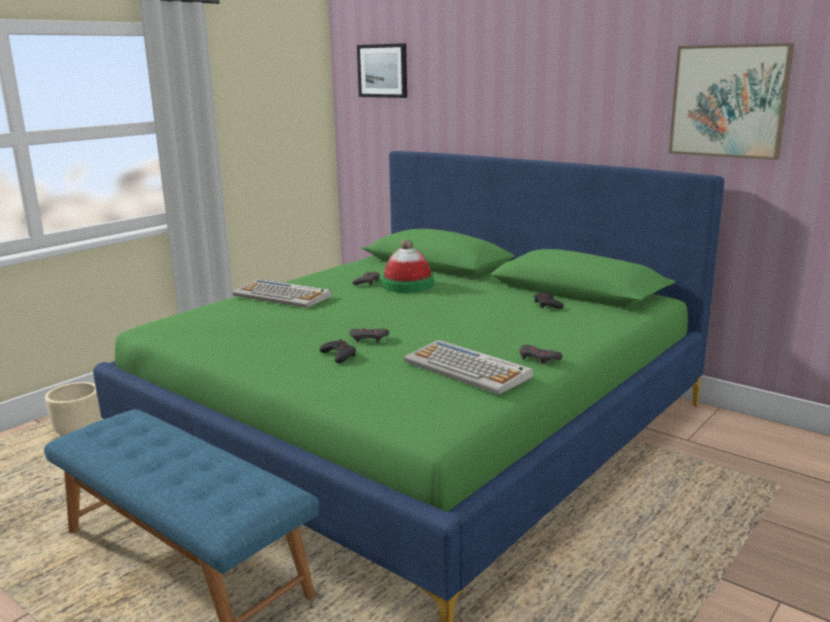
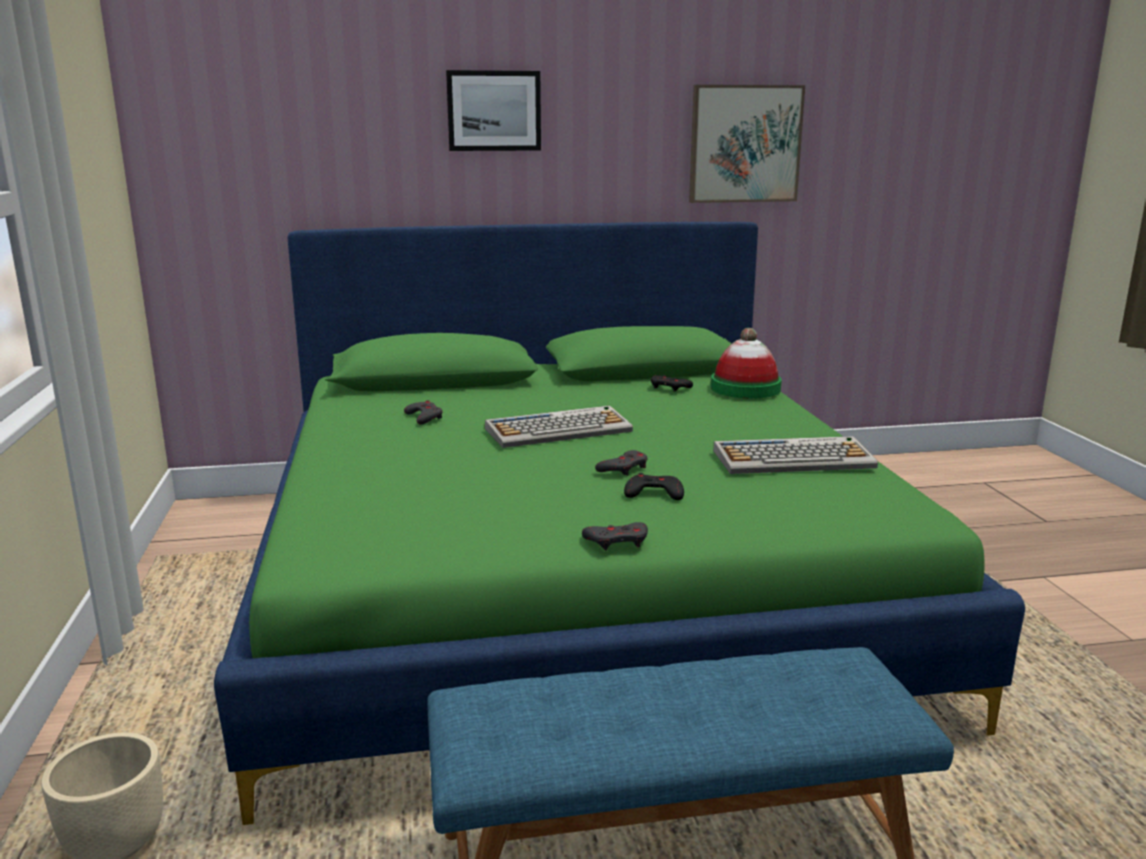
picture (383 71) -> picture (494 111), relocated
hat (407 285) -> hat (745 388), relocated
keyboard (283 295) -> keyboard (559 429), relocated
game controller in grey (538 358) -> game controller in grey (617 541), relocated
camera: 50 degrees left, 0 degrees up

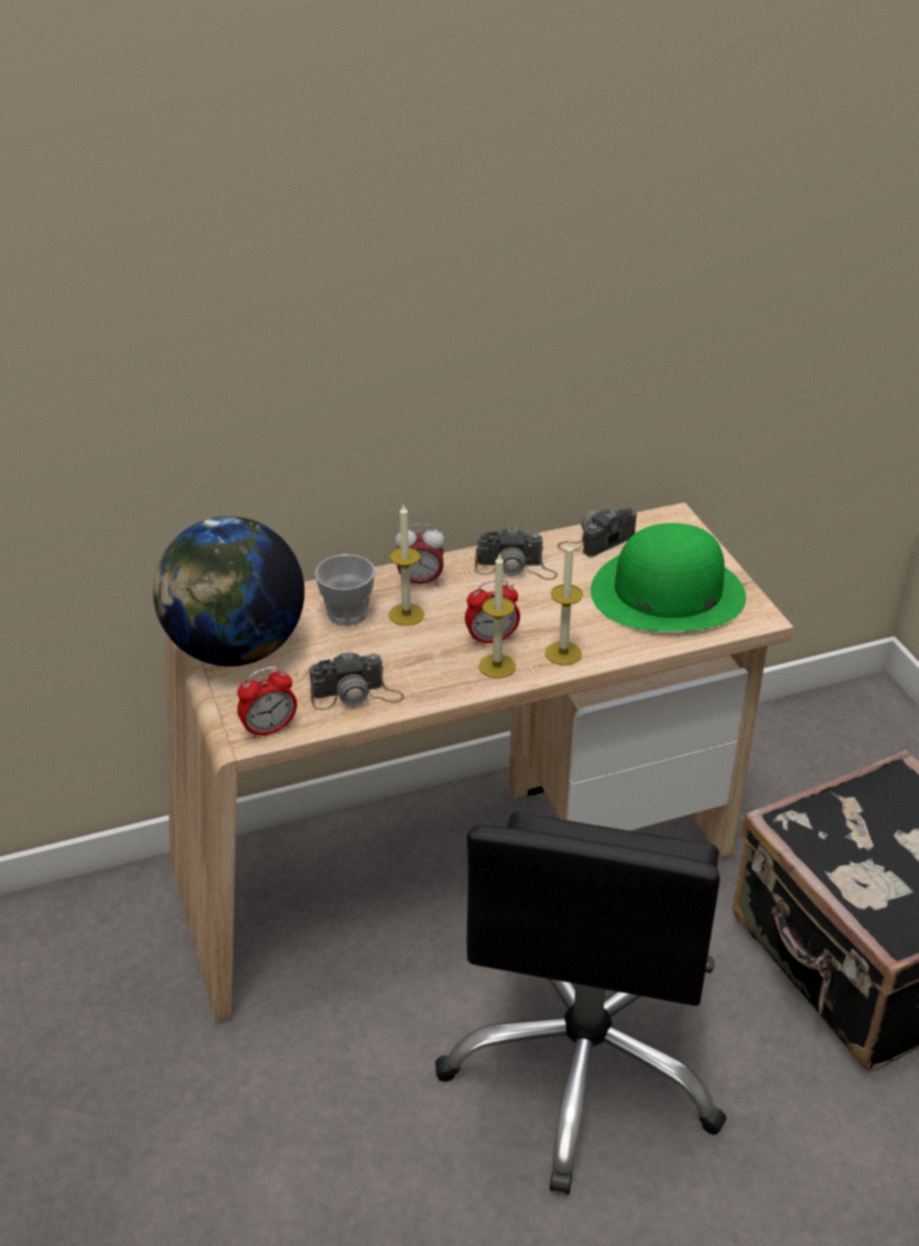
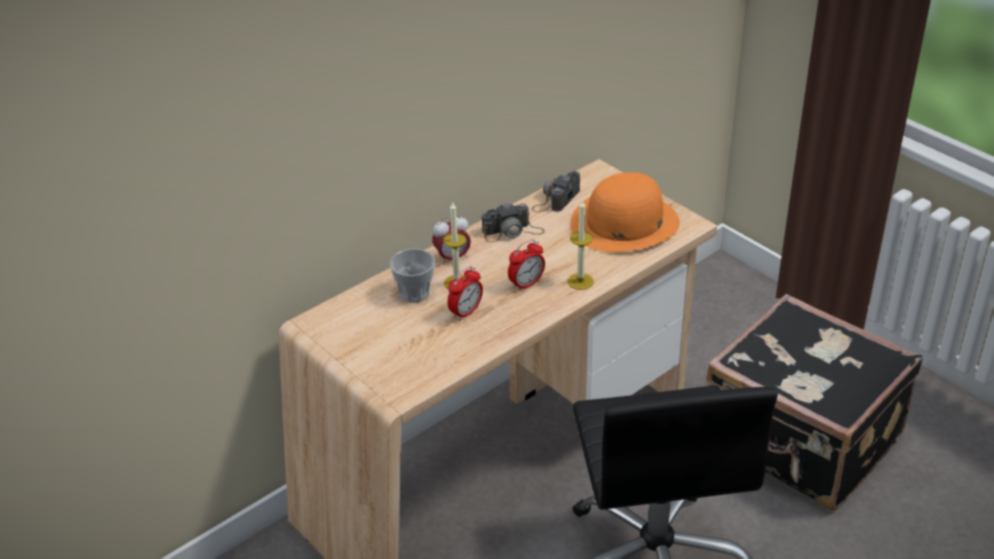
globe (236 650) -> none
hat in green (667 593) -> hat in orange (624 223)
candle (497 666) -> none
photo camera (356 695) -> none
alarm clock (269 729) -> alarm clock (466 312), relocated
camera: 20 degrees left, 0 degrees up

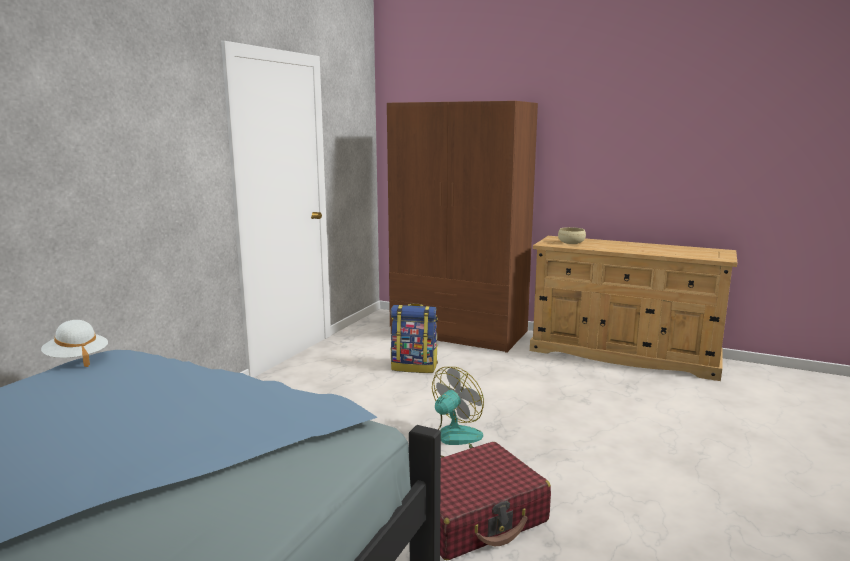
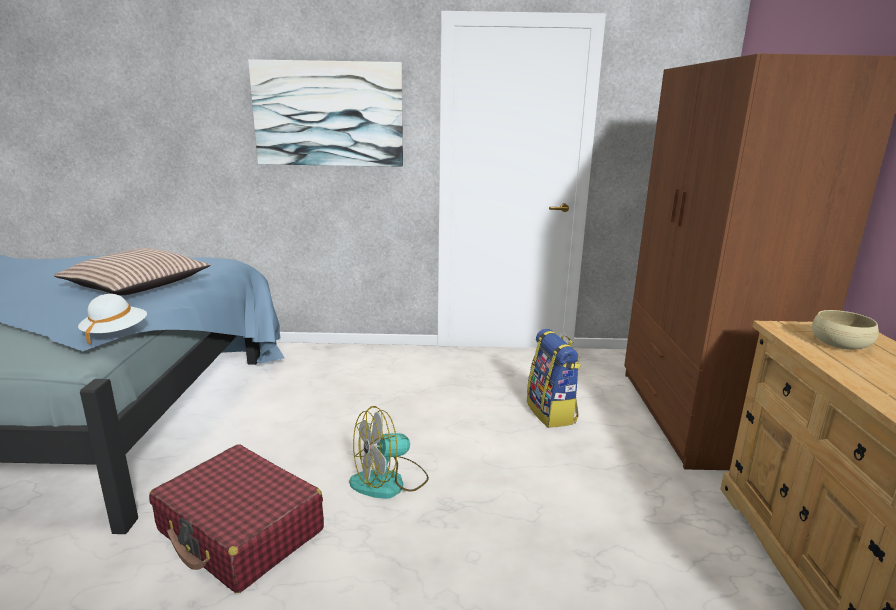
hat in white (77 359) -> hat in white (116 333), relocated
fan (452 441) -> fan (389 481), 135 degrees clockwise
none -> picture (328 114)
none -> pillow (137 285)
camera: 65 degrees right, 5 degrees up

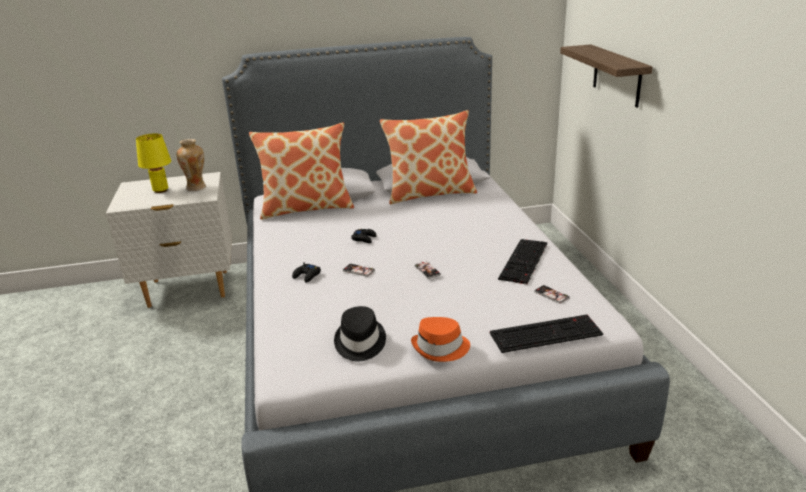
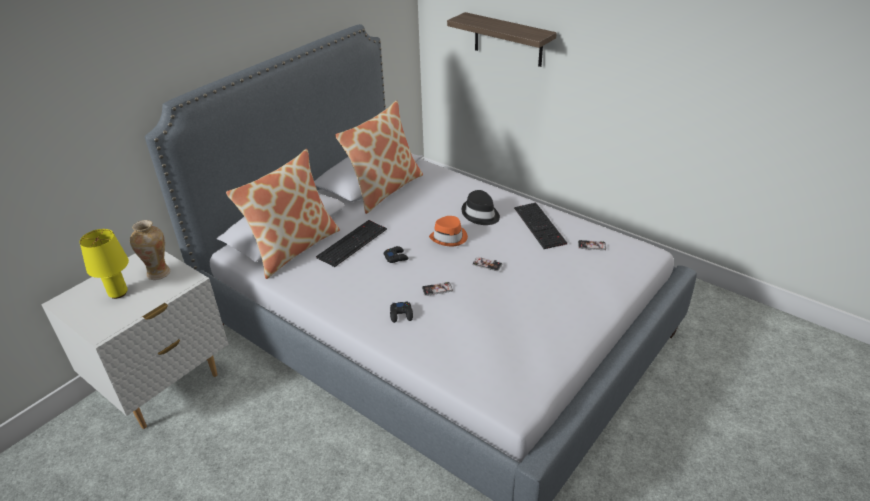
hat in black (359 342) -> hat in black (480 214), relocated
keyboard (546 333) -> keyboard (352 242), relocated
hat in orange (441 348) -> hat in orange (449 237), relocated
camera: 40 degrees left, 10 degrees up

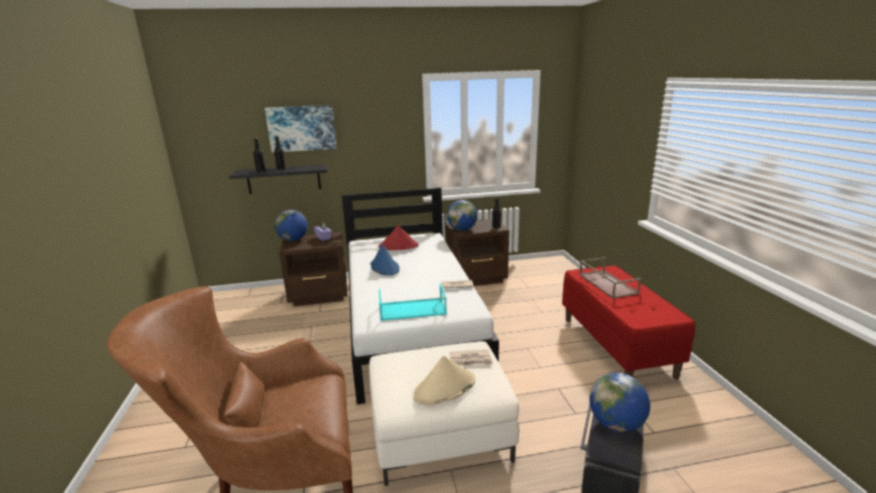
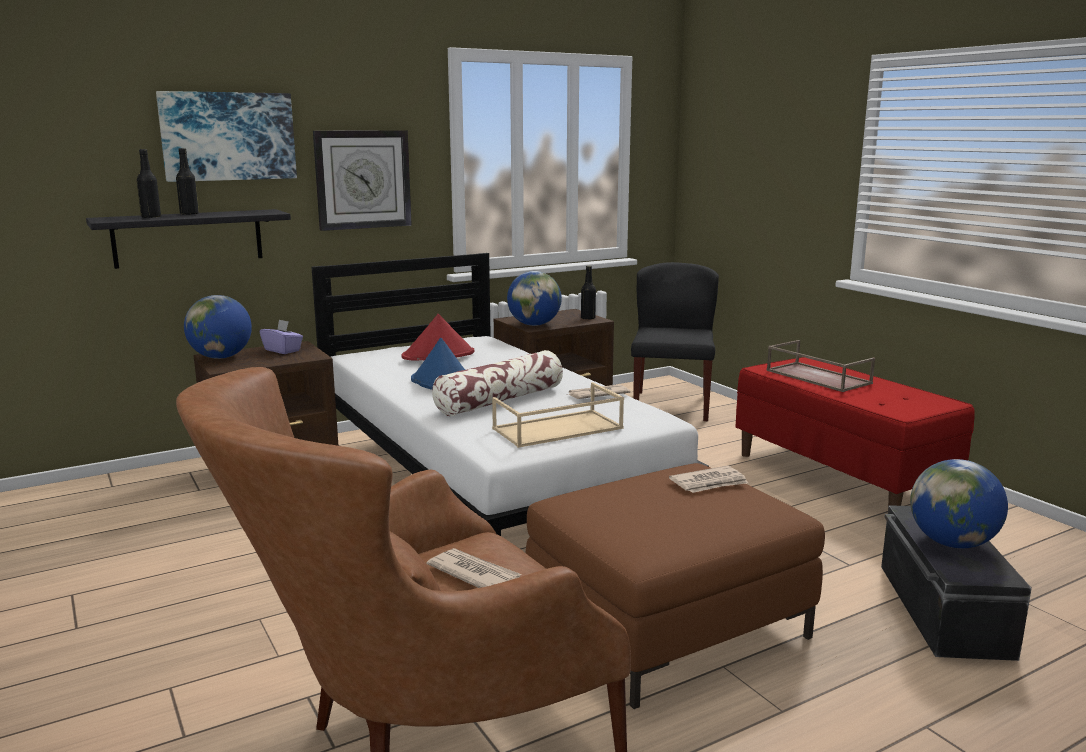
tray in turquoise (411 310) -> tray in beige (557 429)
ottoman in white (440 433) -> ottoman in brown (668 624)
hat in beige (444 388) -> none
none -> wall clock (363 179)
none -> chair in black (671 405)
none -> pillow (500 400)
none -> newspaper (474 574)
camera: 20 degrees left, 5 degrees down

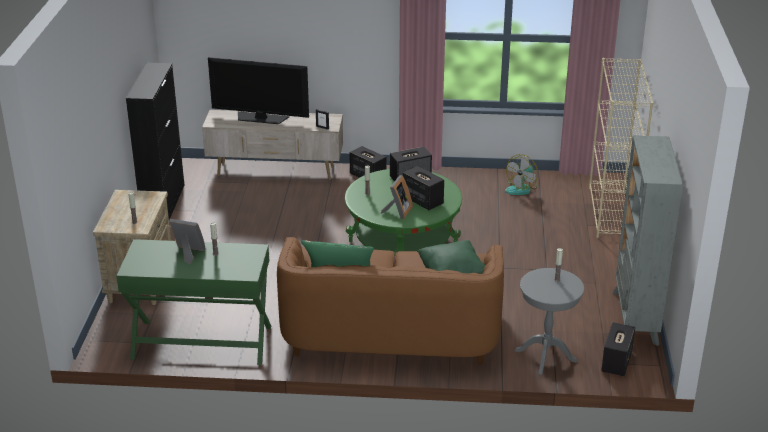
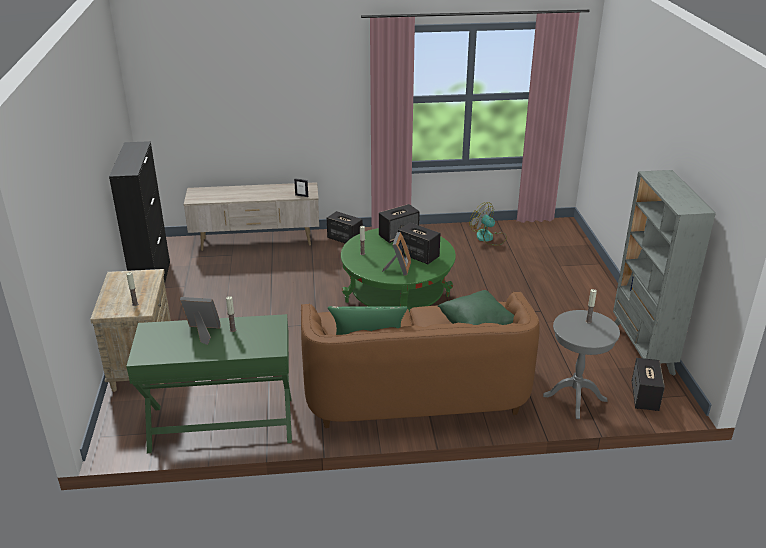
television (261 118) -> none
bookcase in beige (611 213) -> none
fan (521 188) -> fan (488 238), 105 degrees clockwise
camera: 10 degrees left, 0 degrees up

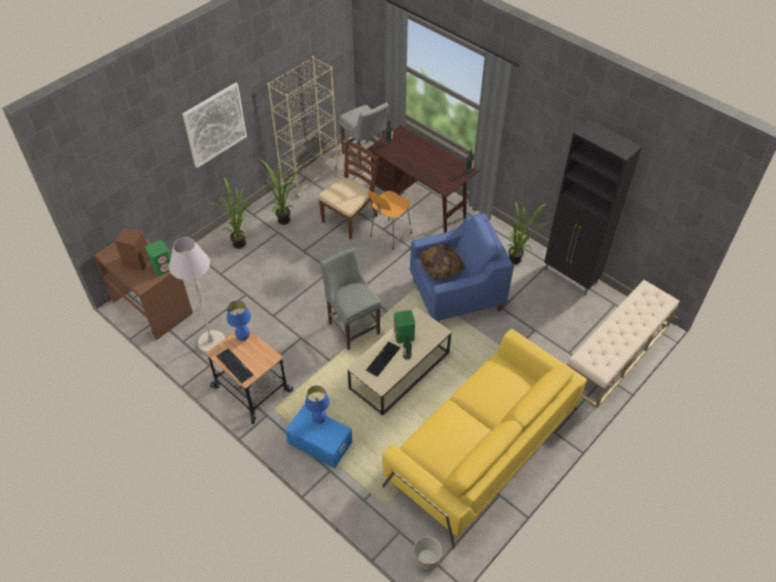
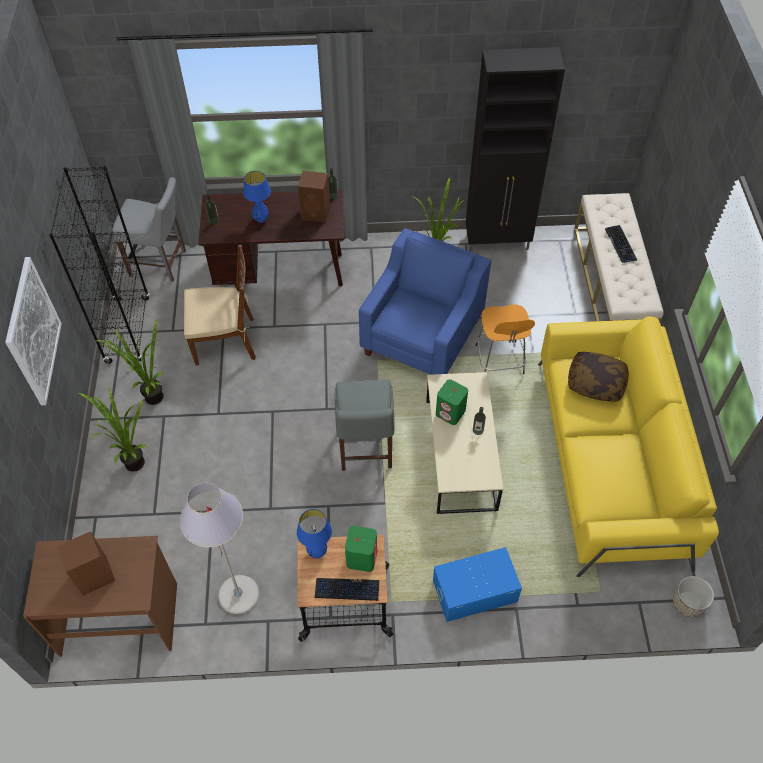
bookcase in beige (310 179) -> bookcase in black (128 330)
chair in brown (350 218) -> chair in brown (225 341), 90 degrees clockwise
stool in orange (390 236) -> stool in orange (500 361), relocated
speaker in green (163 267) -> speaker in green (362 557), relocated
pillow (441 267) -> pillow (596 382), relocated
chair in grey (352 326) -> chair in grey (365 450), 105 degrees counterclockwise
keyboard (383 359) -> keyboard (620 244), relocated
table lamp in blue (319 420) -> table lamp in blue (261 220), relocated
none -> speaker in brown (316 213)
camera: 45 degrees left, 5 degrees up

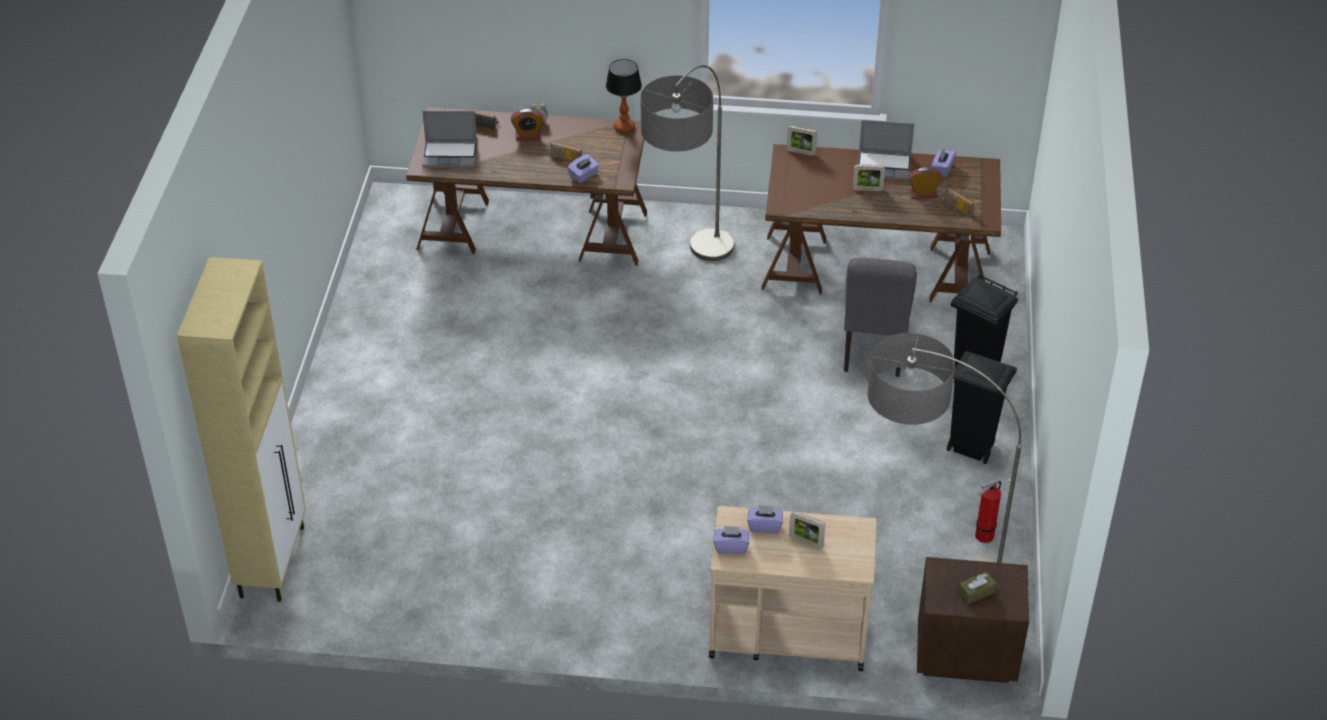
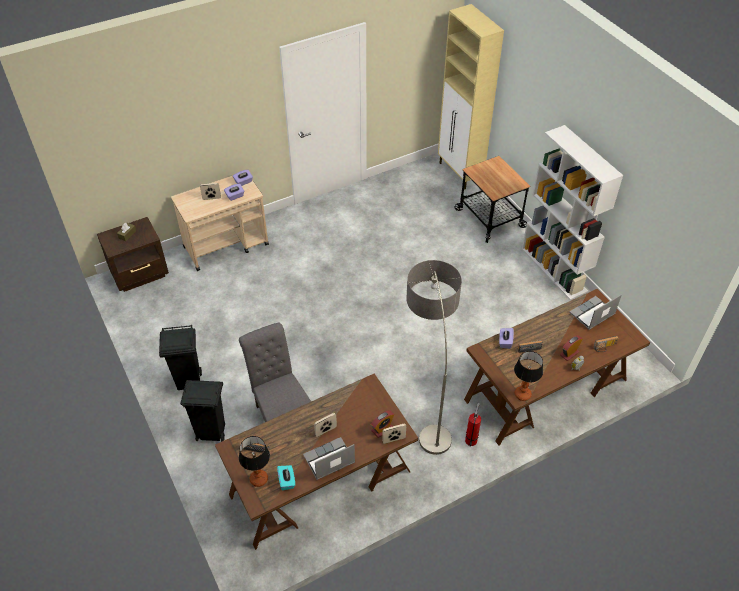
tissue box in purple (942 169) -> tissue box in turquoise (287 481)
alarm clock (923 194) -> alarm clock (382 429), relocated
floor lamp (920 568) -> none
fire extinguisher (982 537) -> fire extinguisher (471 439), relocated
none -> bookcase in white (554 270)
none -> cart (490 218)
none -> table lamp (259 479)
camera: 145 degrees right, 5 degrees up

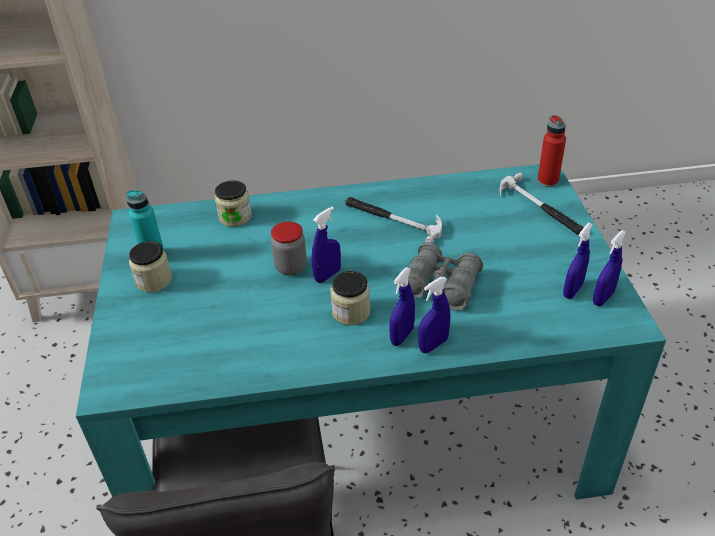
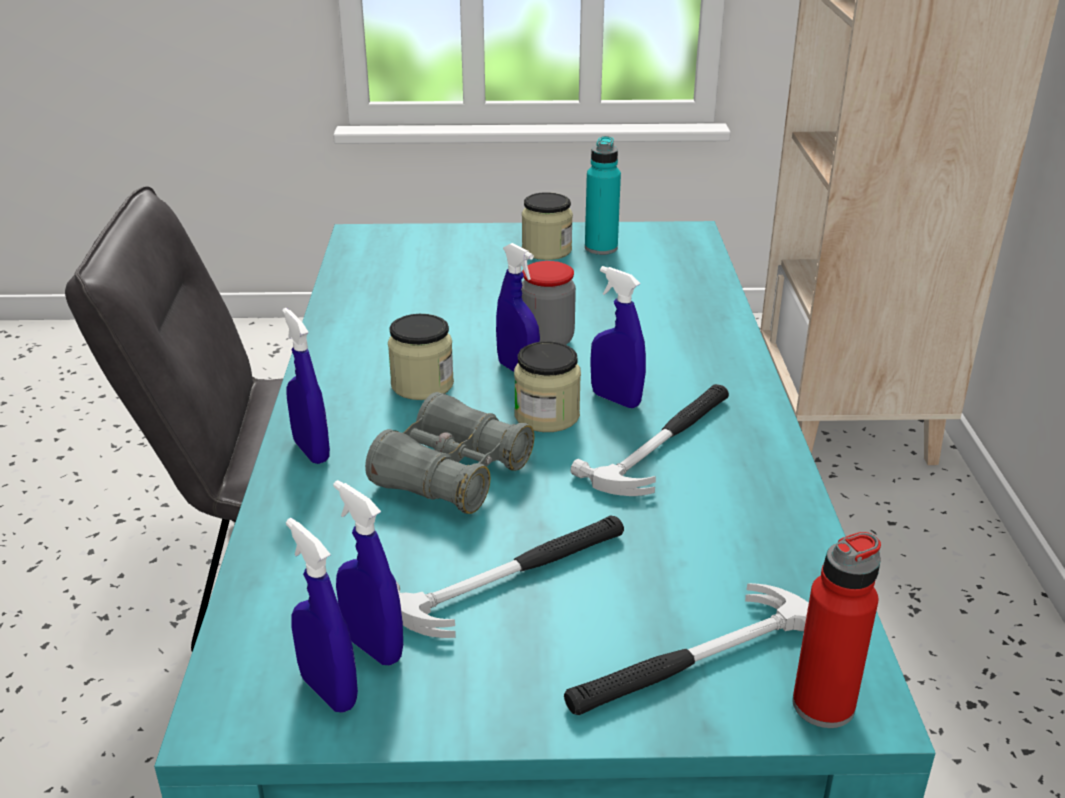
jar (235 217) -> jar (547 416), relocated
spray bottle in blue (402 336) -> spray bottle in blue (615 399), relocated
none -> hammer (513 576)
camera: 95 degrees right, 10 degrees down

